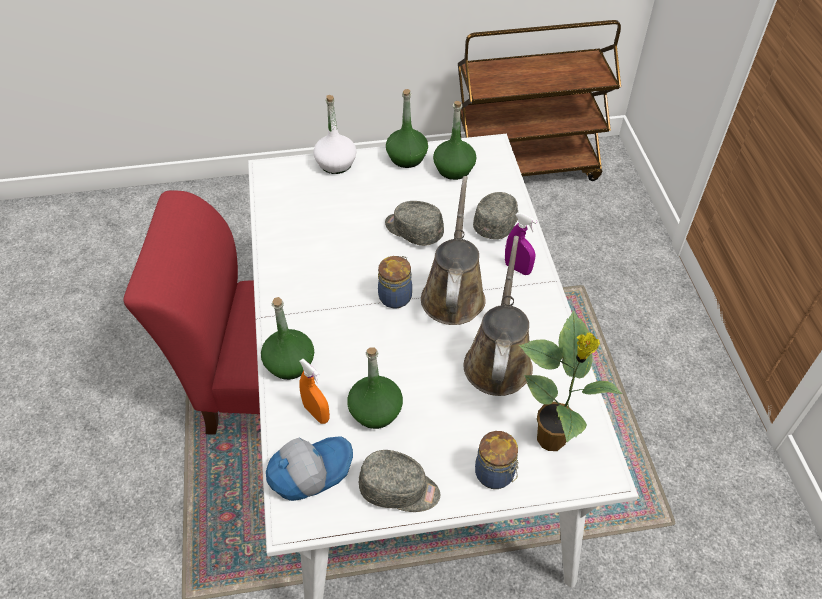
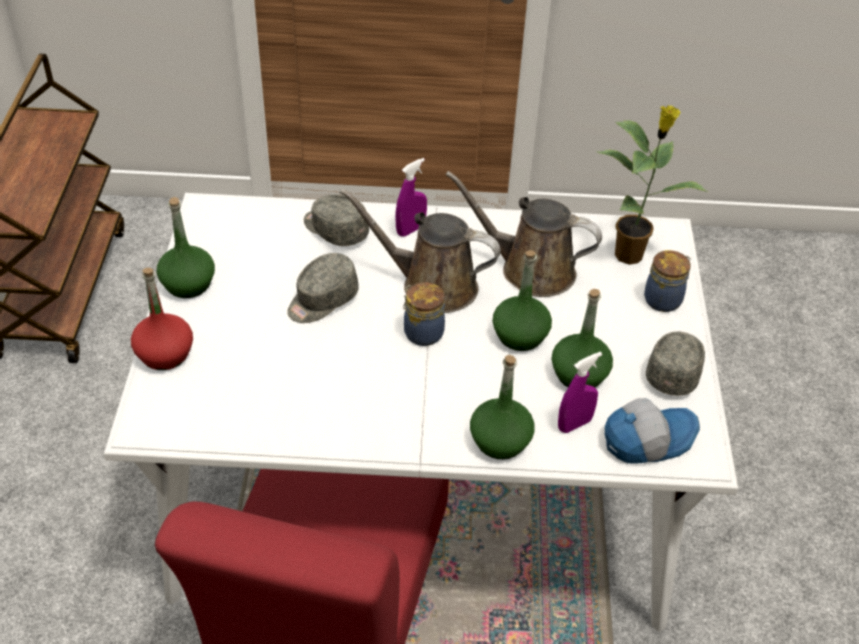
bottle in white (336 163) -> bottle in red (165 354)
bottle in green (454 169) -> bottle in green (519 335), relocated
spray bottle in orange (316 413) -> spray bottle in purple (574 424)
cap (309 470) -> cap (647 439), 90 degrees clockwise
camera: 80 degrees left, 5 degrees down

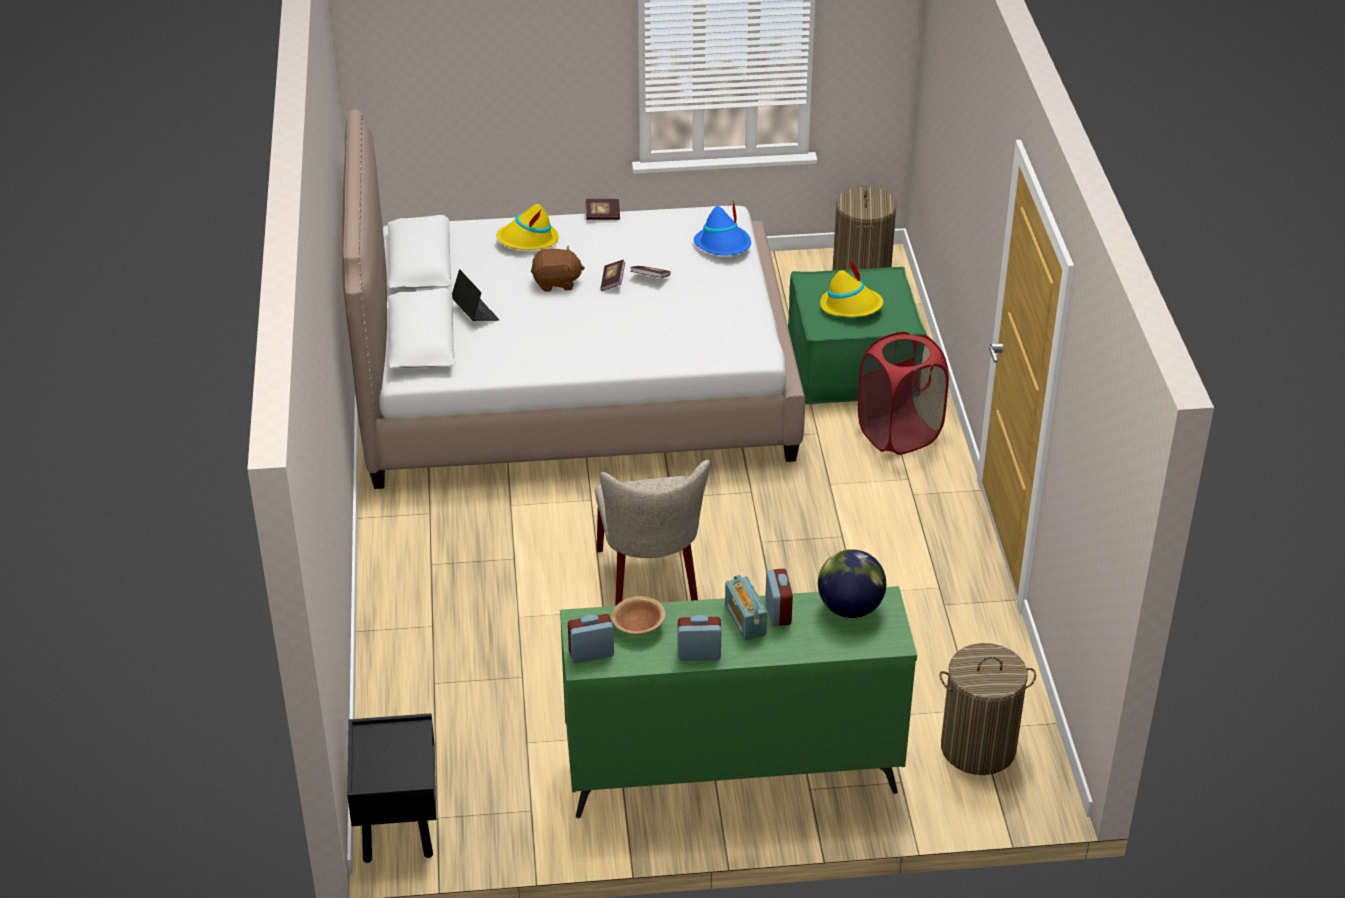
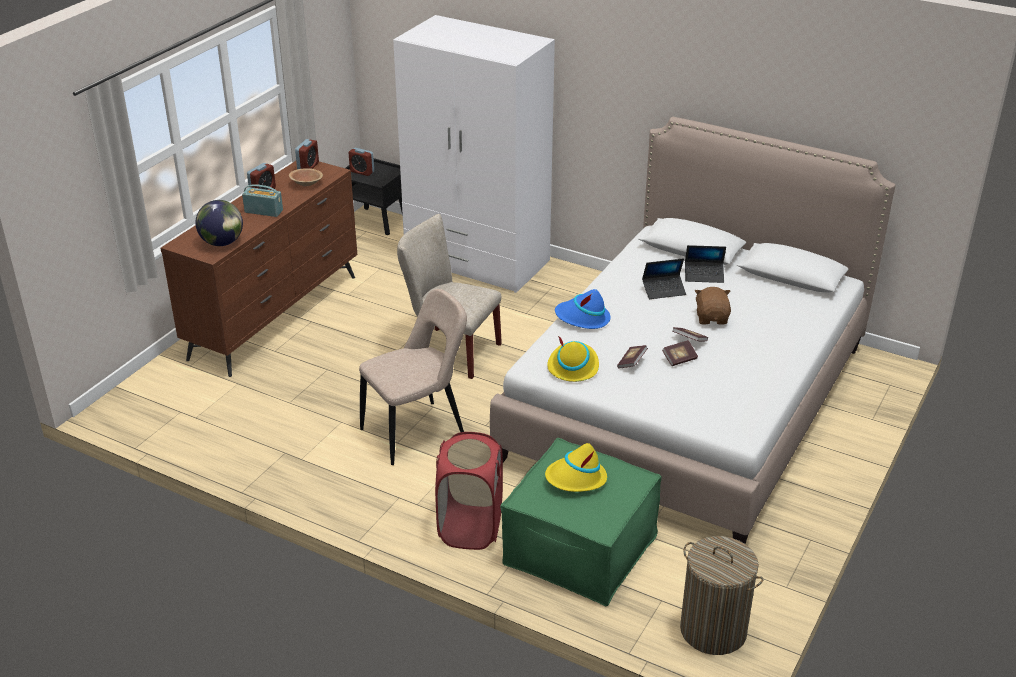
book (602 216) -> book (631 362), relocated
hat in blue (723 245) -> hat in blue (582 318), relocated
hat in yellow (528 240) -> hat in yellow (573 366), relocated
plush toy in brown (556 282) -> plush toy in brown (712 318), 150 degrees clockwise
alarm clock (778 612) -> alarm clock (362 172), relocated
dresser in green (731 772) -> dresser in brown (276 316)
laundry basket (978 748) -> none
none -> wardrobe in white (477 261)
none -> laptop (663 290)
none -> chair in beige (417 431)
camera: 125 degrees right, 5 degrees down

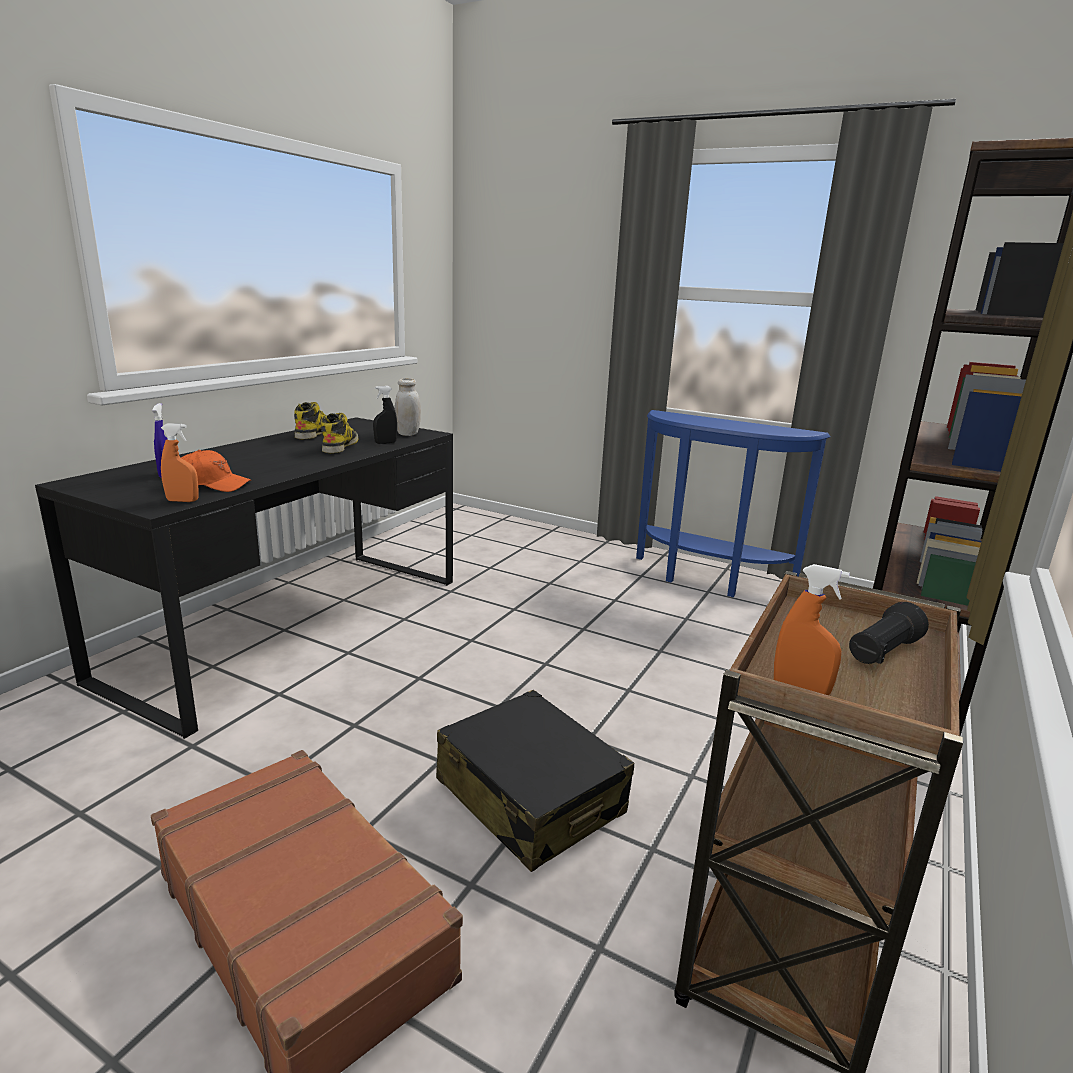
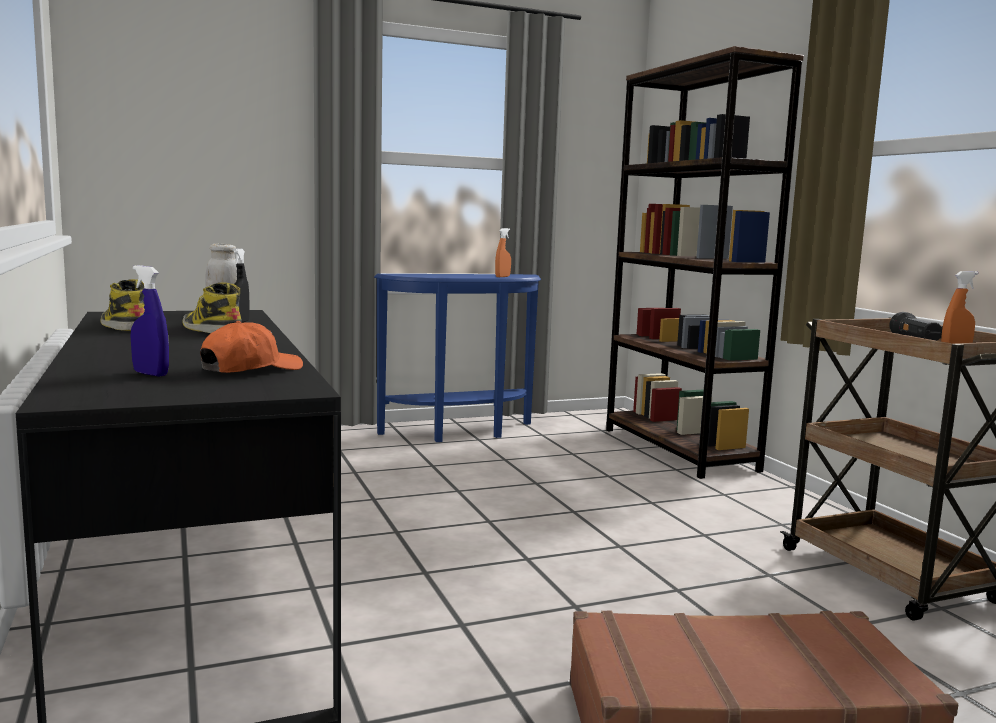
spray bottle in orange (182 501) -> spray bottle in orange (502 277), relocated
suitcase in black (530 797) -> none
camera: 50 degrees left, 10 degrees down

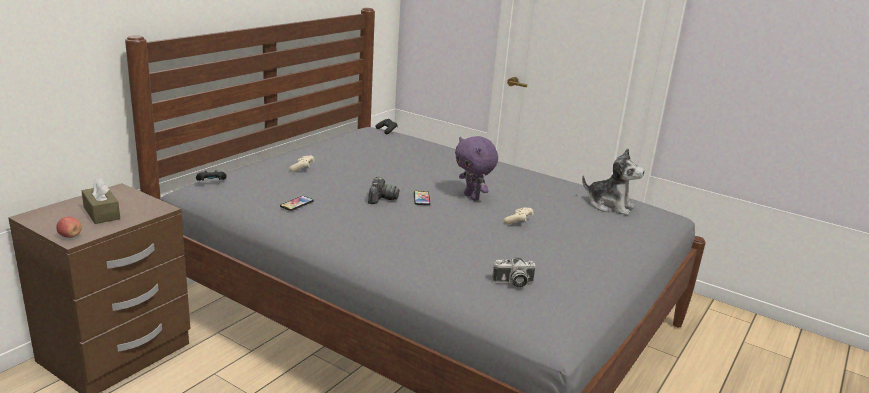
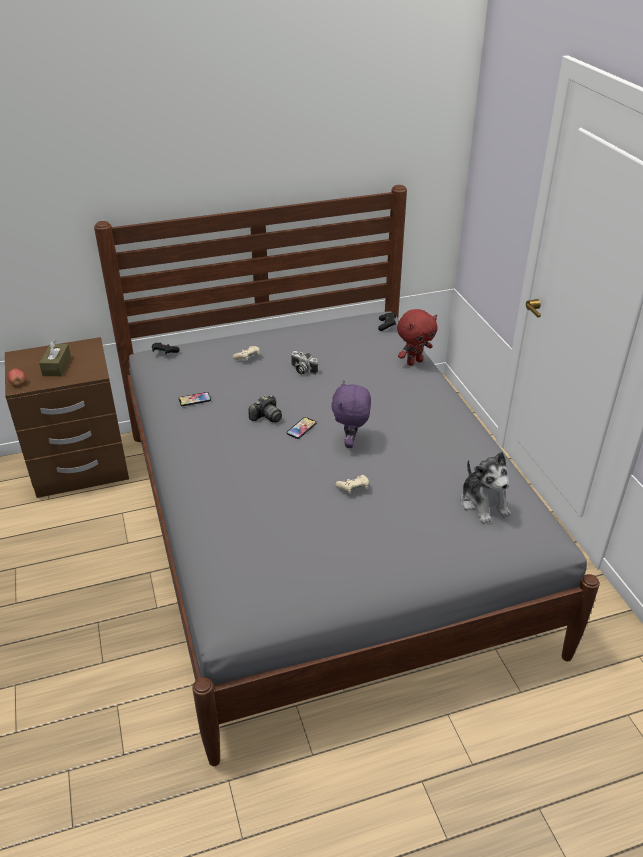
photo camera (513 283) -> photo camera (302 370), relocated
none -> plush toy in red (414 362)
camera: 40 degrees right, 15 degrees up

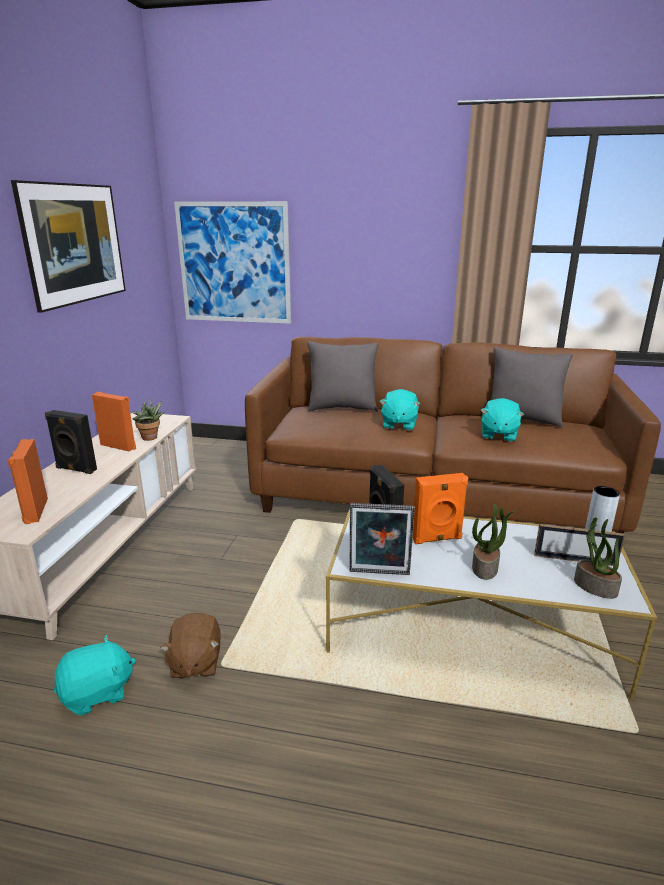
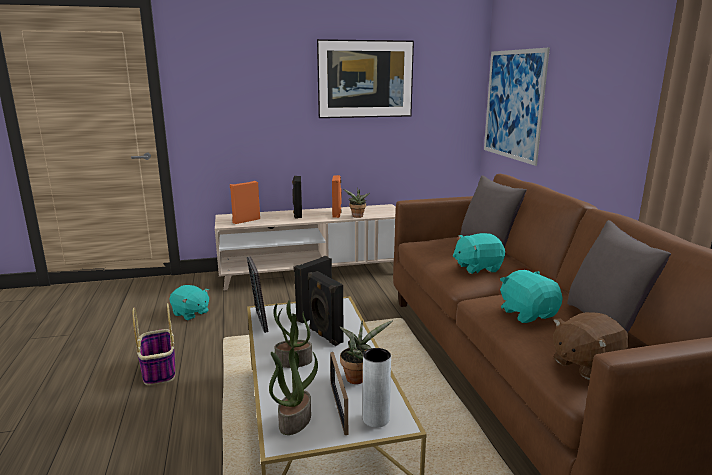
plush toy in turquoise (498 435) -> plush toy in turquoise (527 313), 75 degrees clockwise
speaker in orange (437 539) -> speaker in black (325 336)
plush toy in brown (195 663) -> plush toy in brown (585 364), relocated
none -> basket (159 370)
none -> potted plant (358 377)
camera: 65 degrees right, 5 degrees down

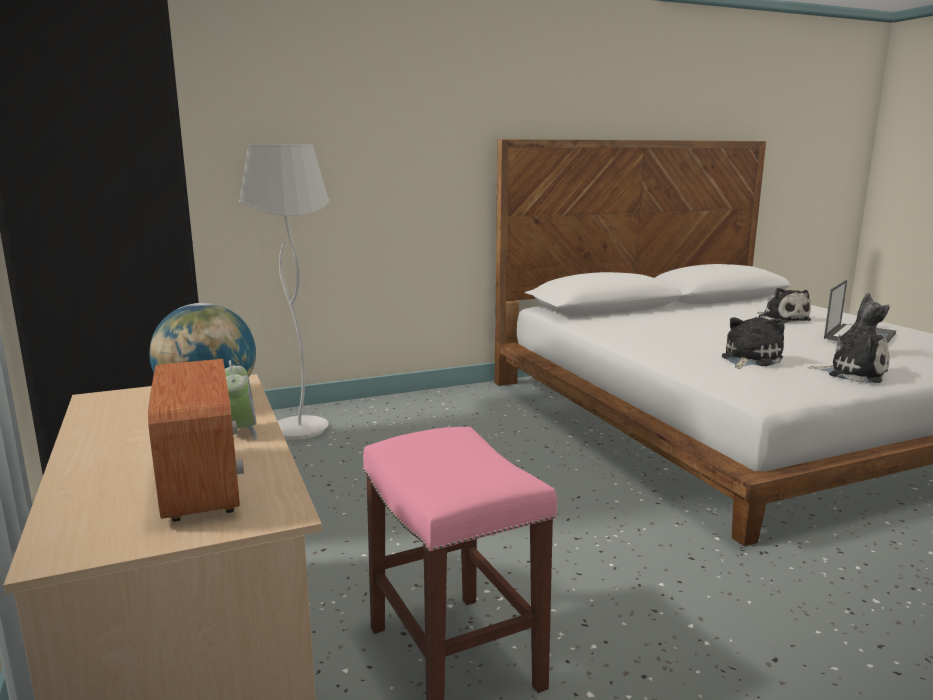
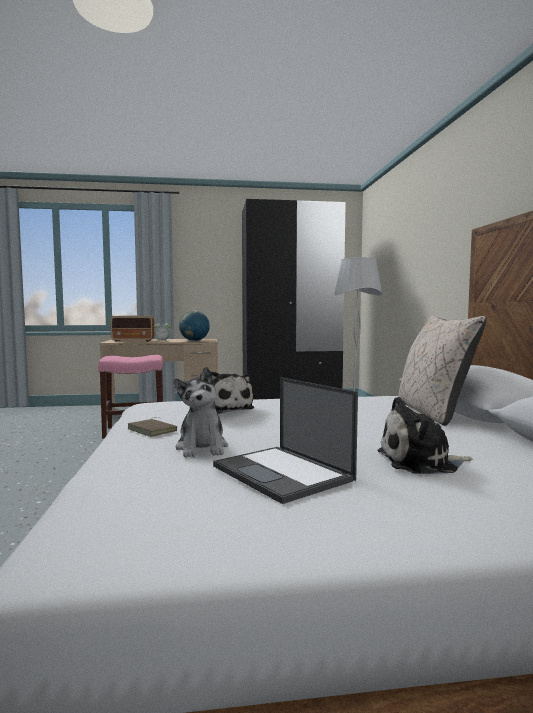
plush toy (853 373) -> book in brown (153 430)
none -> pillow in beige (432 413)
camera: 105 degrees right, 10 degrees down

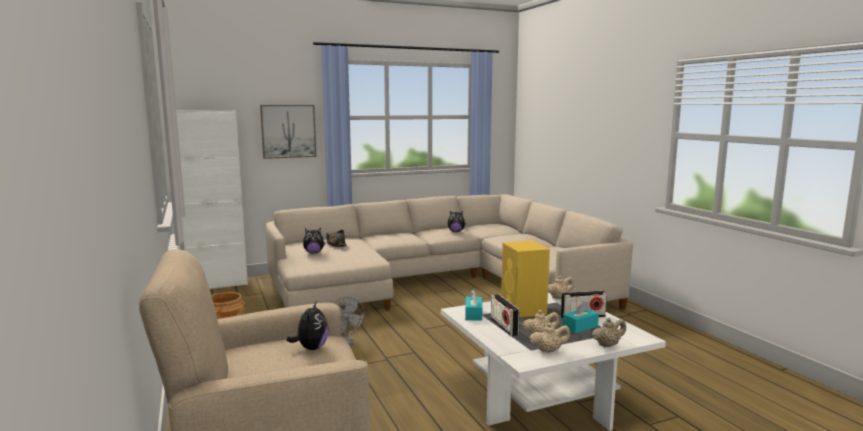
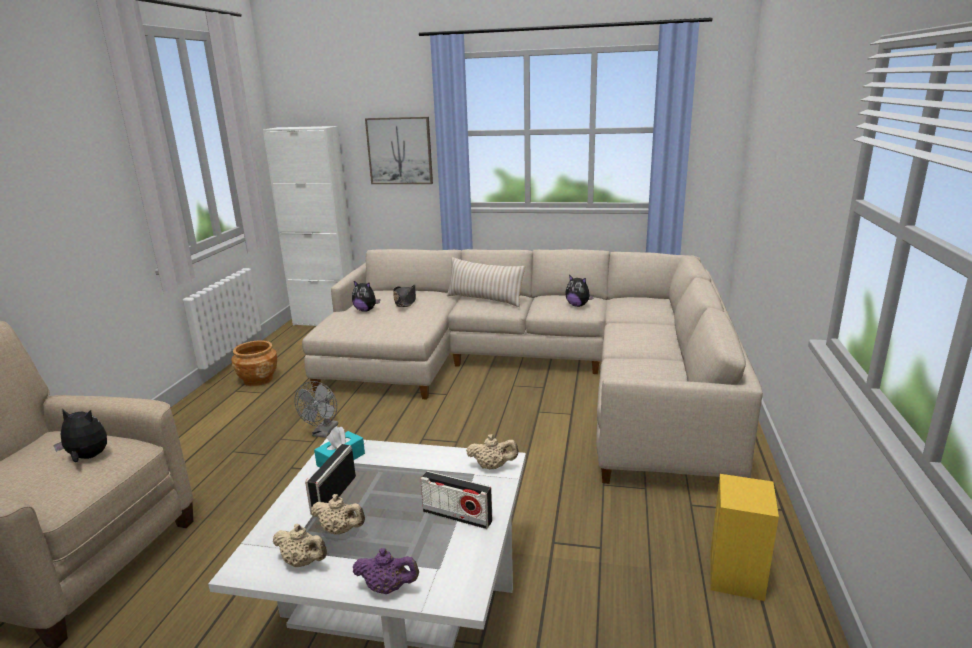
speaker in yellow (524 309) -> speaker in yellow (736 576), relocated
tissue box in turquoise (580 327) -> none
plush toy (311 348) -> plush toy (87 458), 120 degrees counterclockwise
teapot in beige (607 345) -> teapot in purple (388 588)
none -> pillow in beige (485 299)
camera: 35 degrees right, 10 degrees up

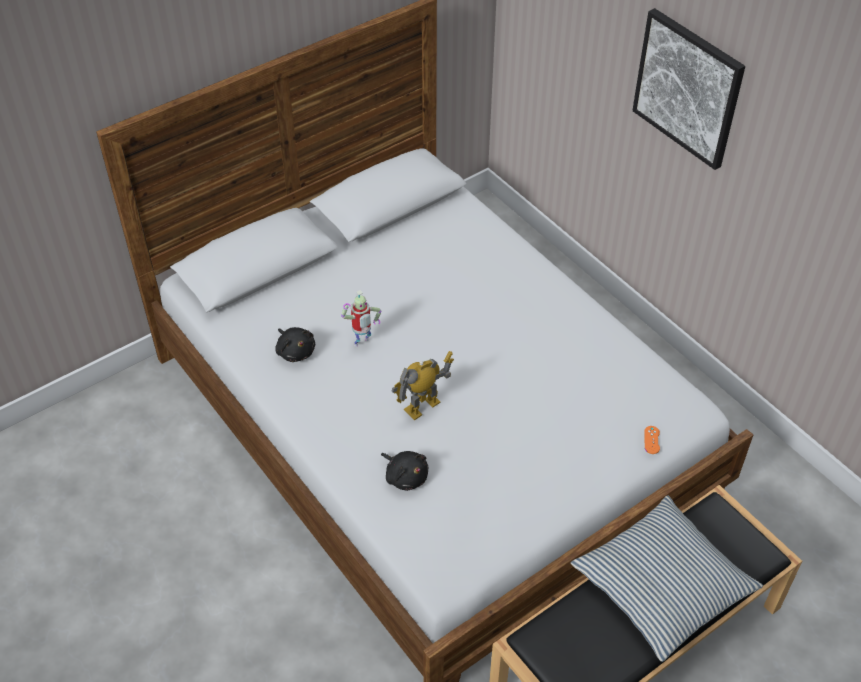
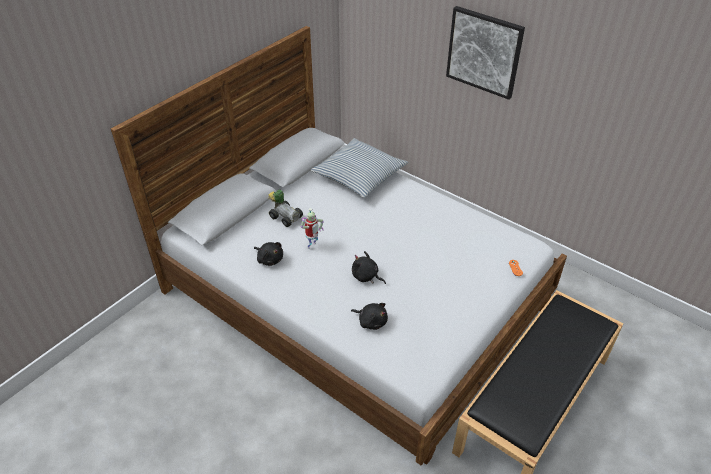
toy robot (422 407) -> plush toy in black (366 276)
pillow (662 585) -> pillow (359 175), relocated
none -> toy car (285 216)
camera: 15 degrees left, 5 degrees down

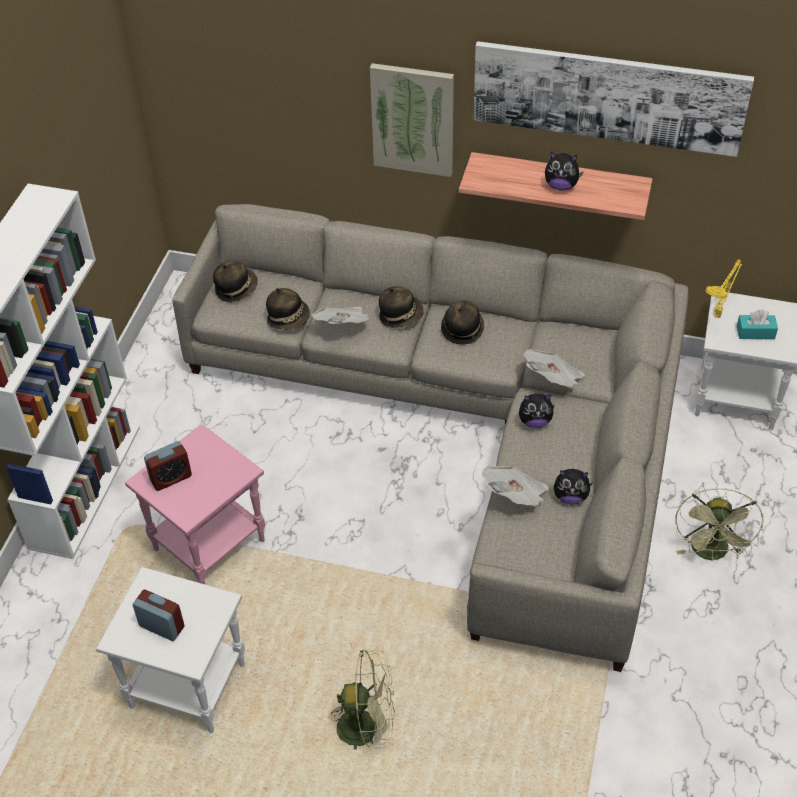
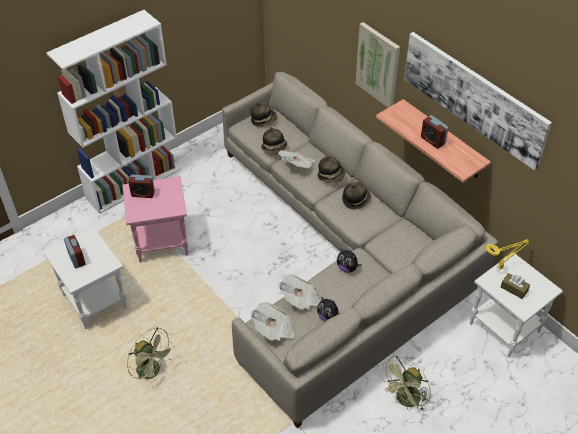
plush toy (561 186) -> alarm clock (432 140)
tissue box in turquoise (755 332) -> tissue box in brown (514 289)
newspaper (553 379) -> newspaper (273 329), relocated
camera: 35 degrees right, 0 degrees up

